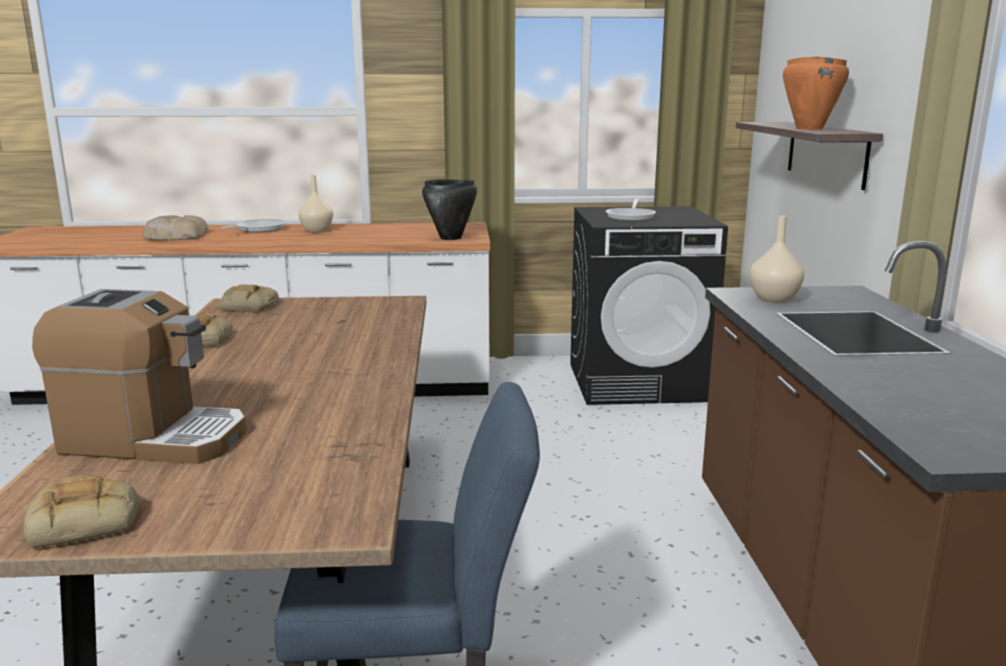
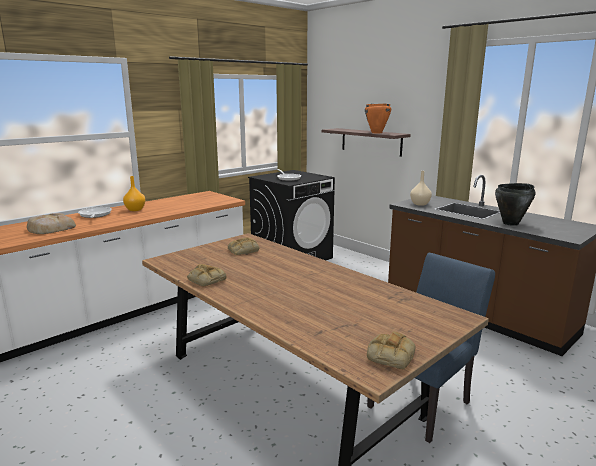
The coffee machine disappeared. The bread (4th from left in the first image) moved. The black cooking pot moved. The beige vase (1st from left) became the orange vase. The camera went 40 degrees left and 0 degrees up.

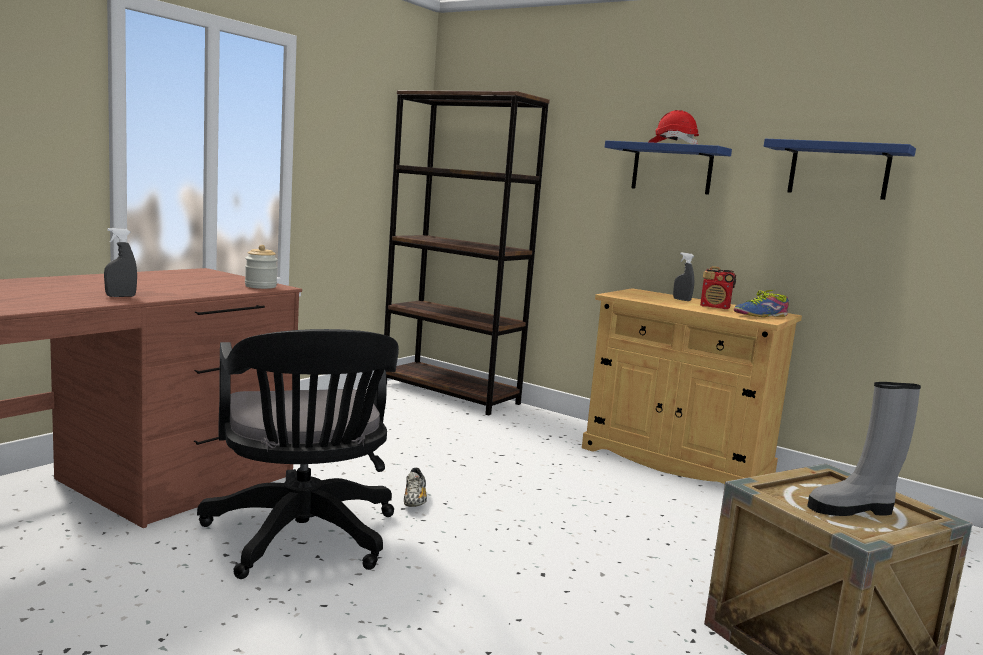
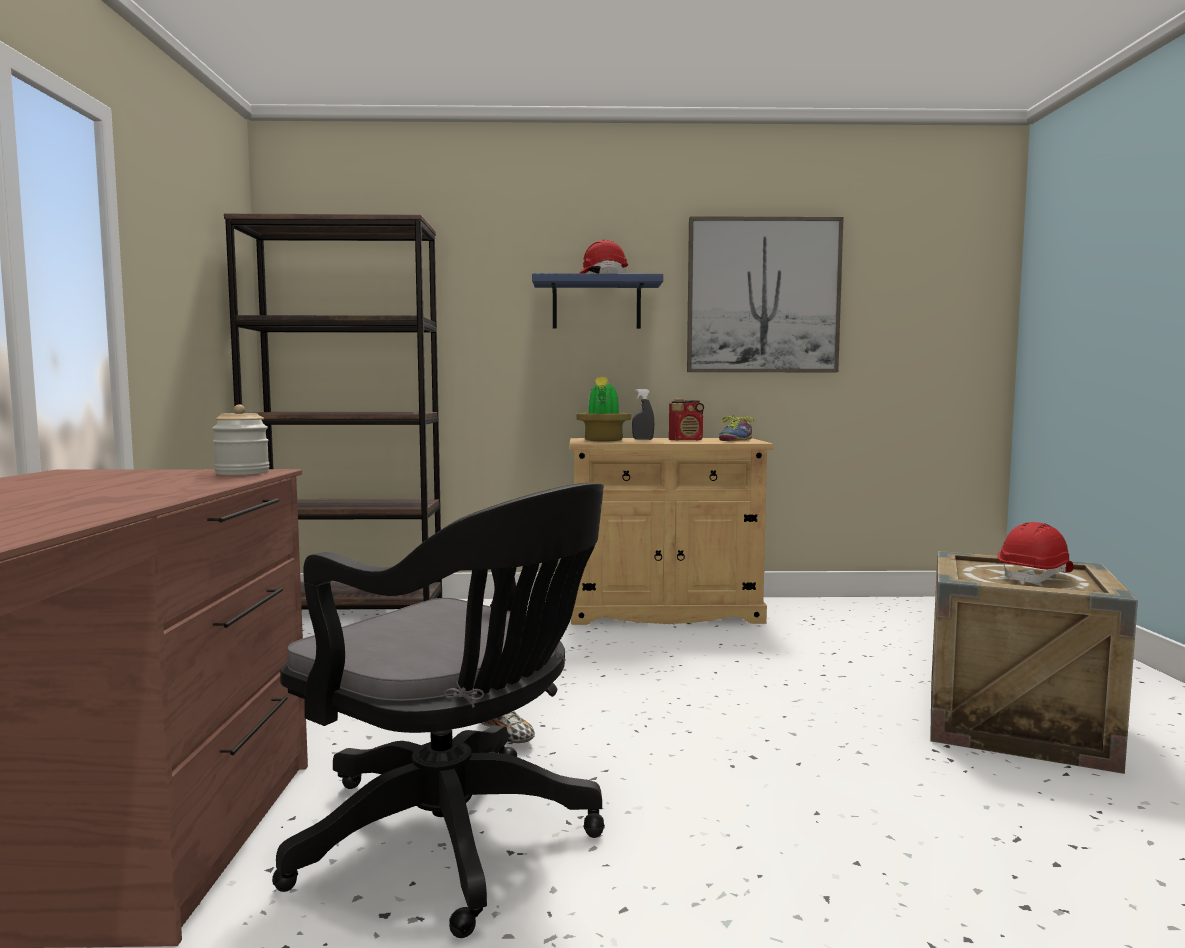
The grey spray bottle (1st from left) disappeared. The potted plant appeared. The blue shelf (2nd from left) was replaced by the picture. The grey boot was replaced by the red hard hat (2nd from left). The camera went 35 degrees left and 5 degrees down.

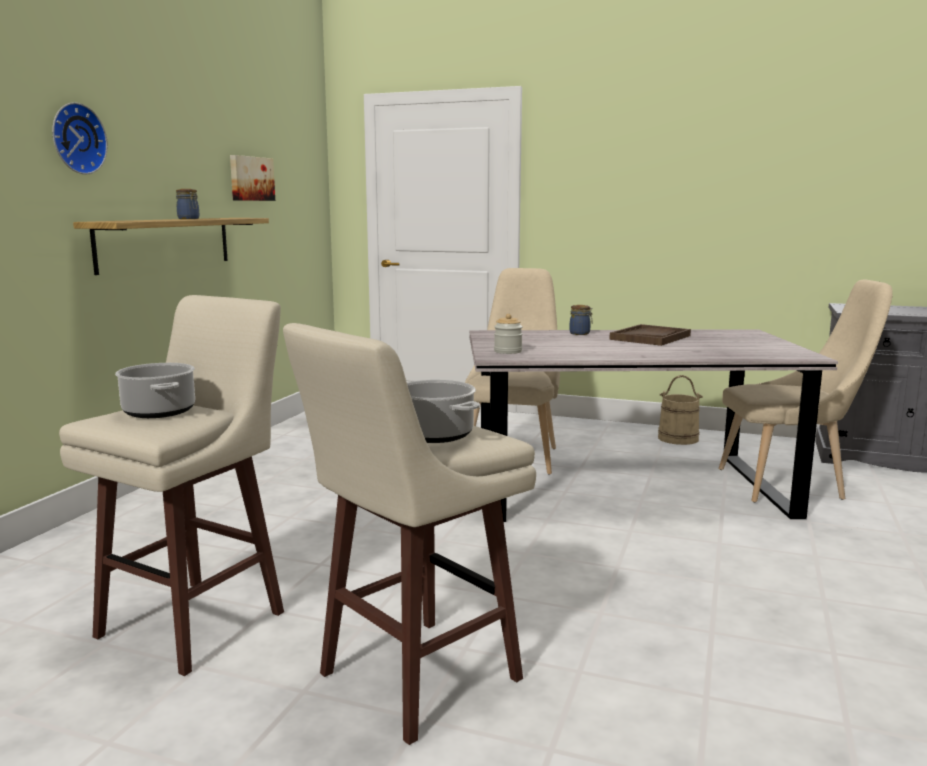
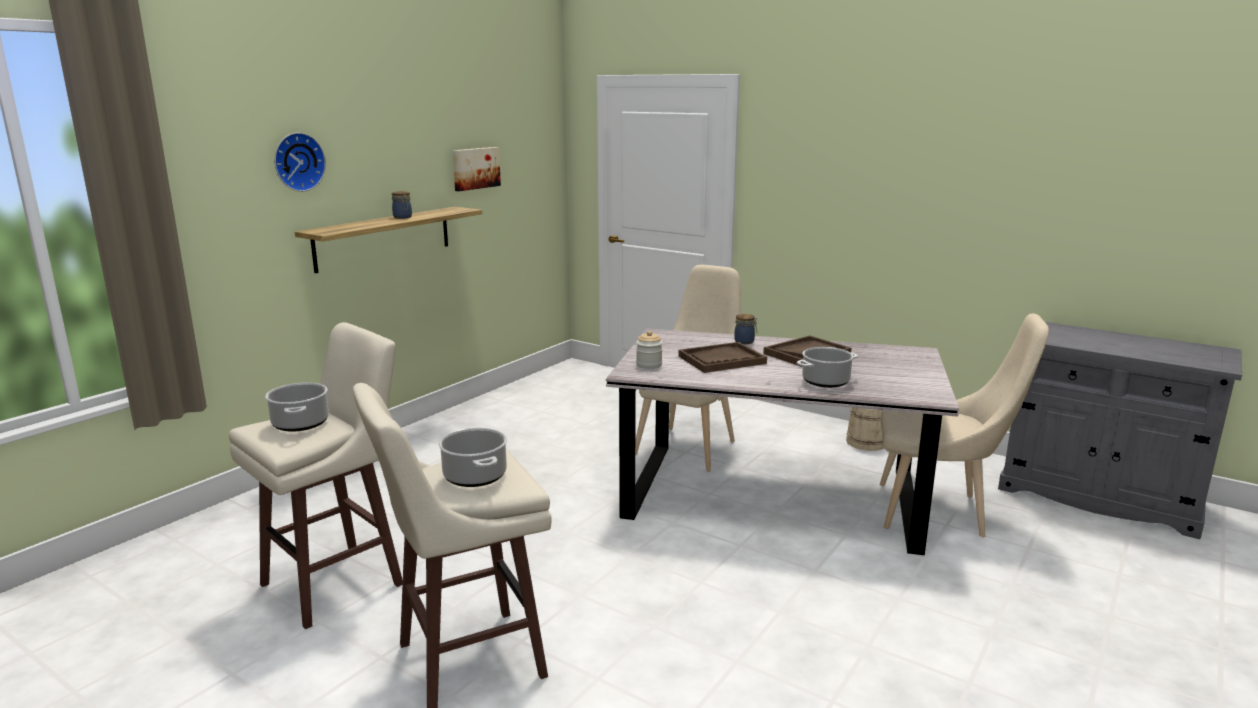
The brown tray (1st from left) appeared. The cooking pot (3rd from left) appeared. The camera went 15 degrees right and 5 degrees up.

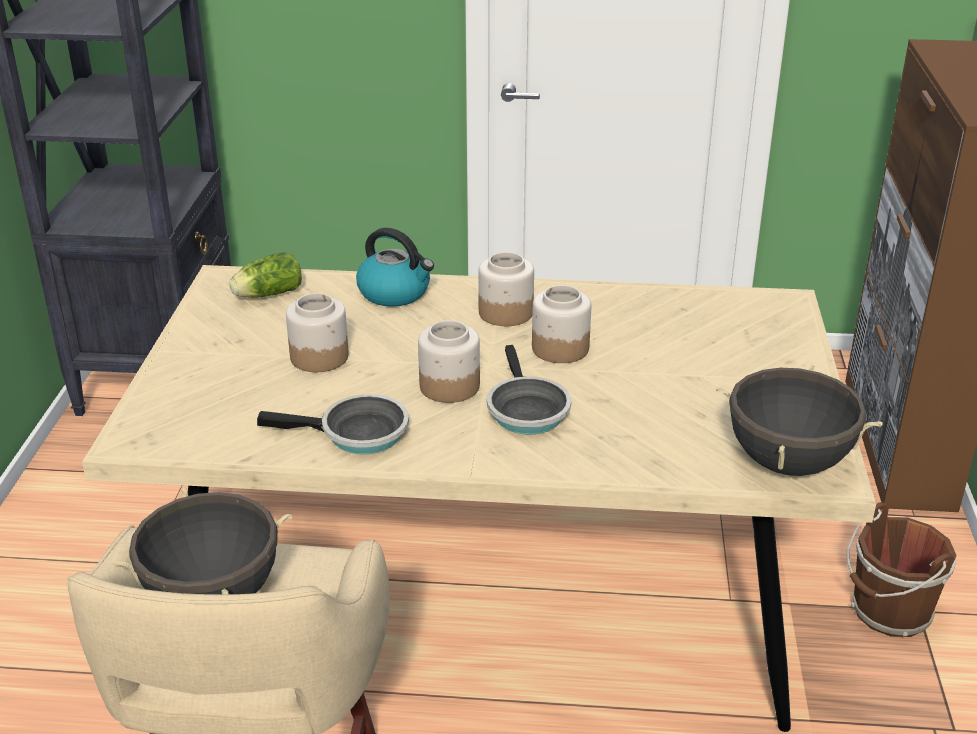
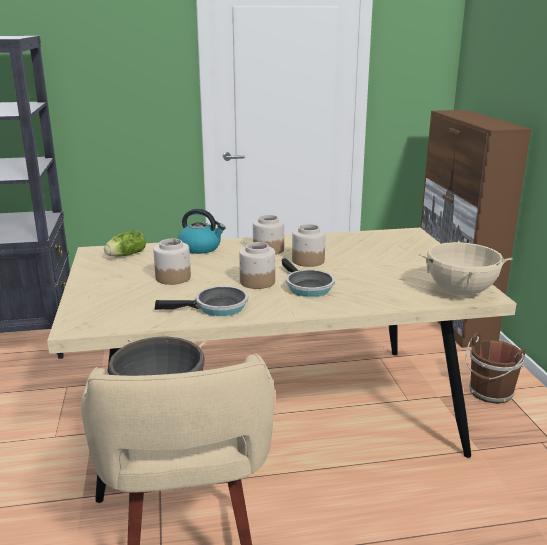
The black cooking pot (2nd from left) became the beige cooking pot. The camera went 15 degrees left and 10 degrees down.

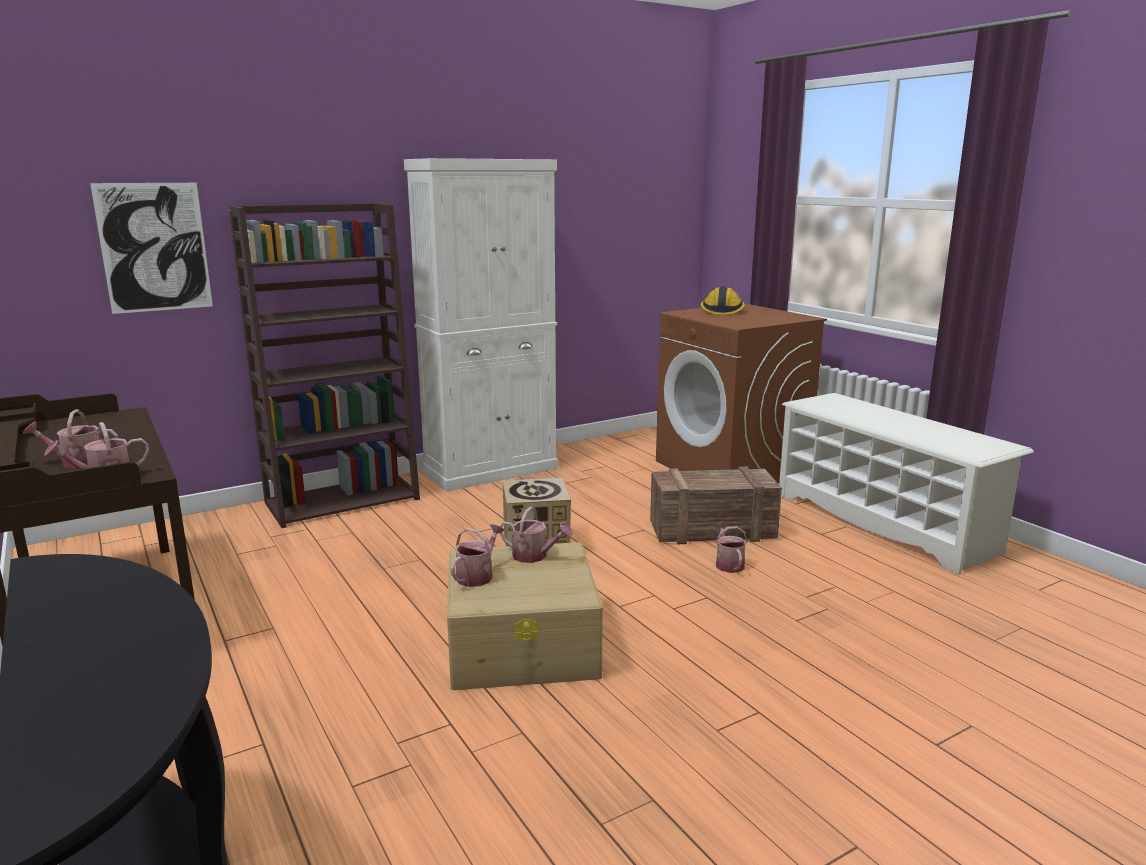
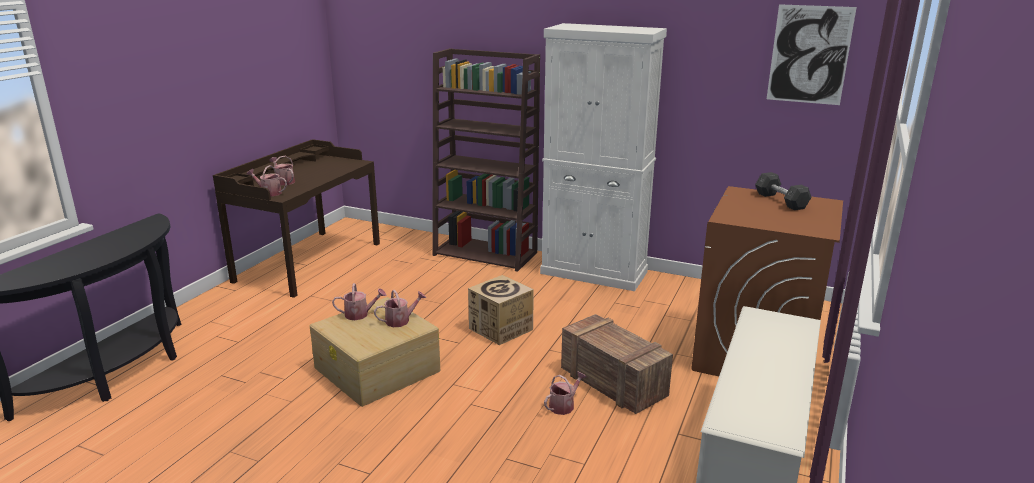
The picture moved. The hard hat was replaced by the grey dumbbell. The watering can (4th from left) turned 105 degrees counterclockwise. The camera went 55 degrees right and 5 degrees up.

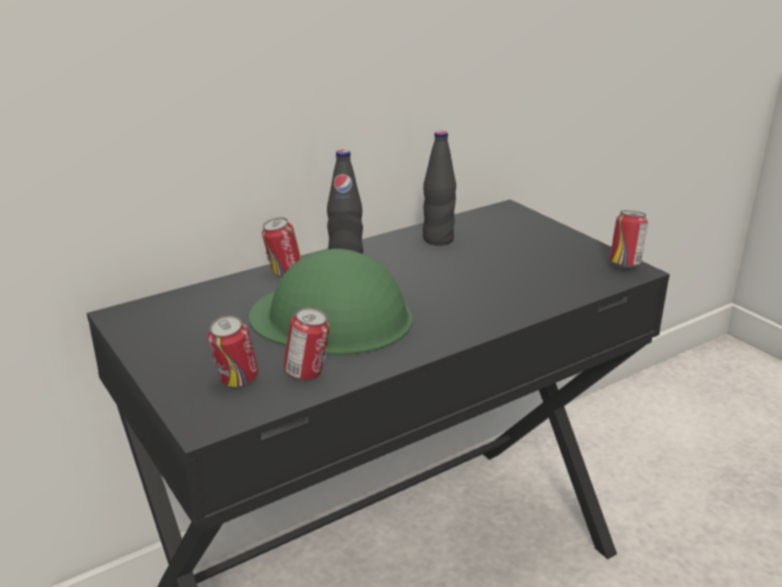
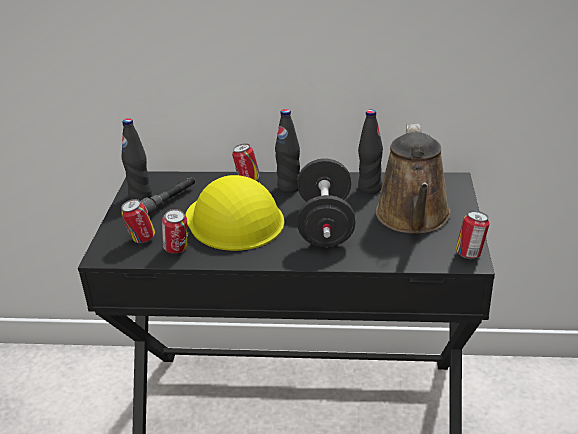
The black bottle (1st from left) appeared. The grey flashlight appeared. The black dumbbell appeared. The brown watering can appeared. The green hard hat became the yellow hard hat. The camera went 40 degrees right and 5 degrees up.

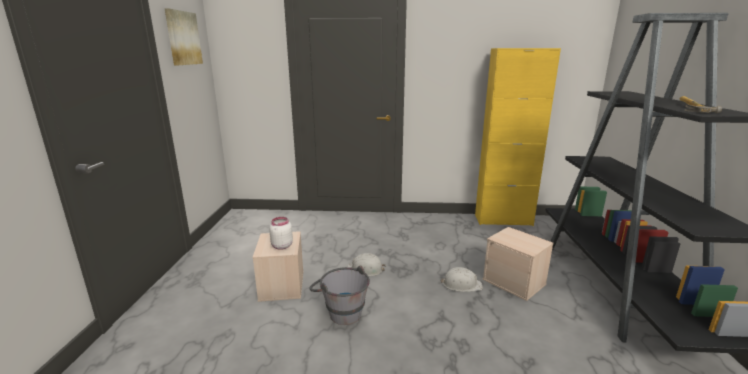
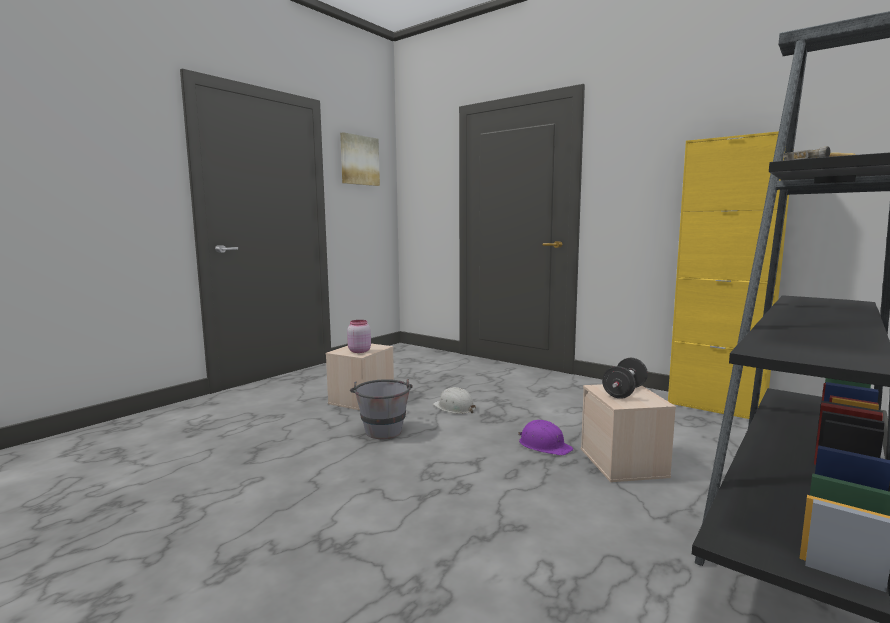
The black dumbbell appeared. The white jar became the pink jar. The white hard hat (2nd from left) became the purple hard hat. The camera went 35 degrees right and 10 degrees down.

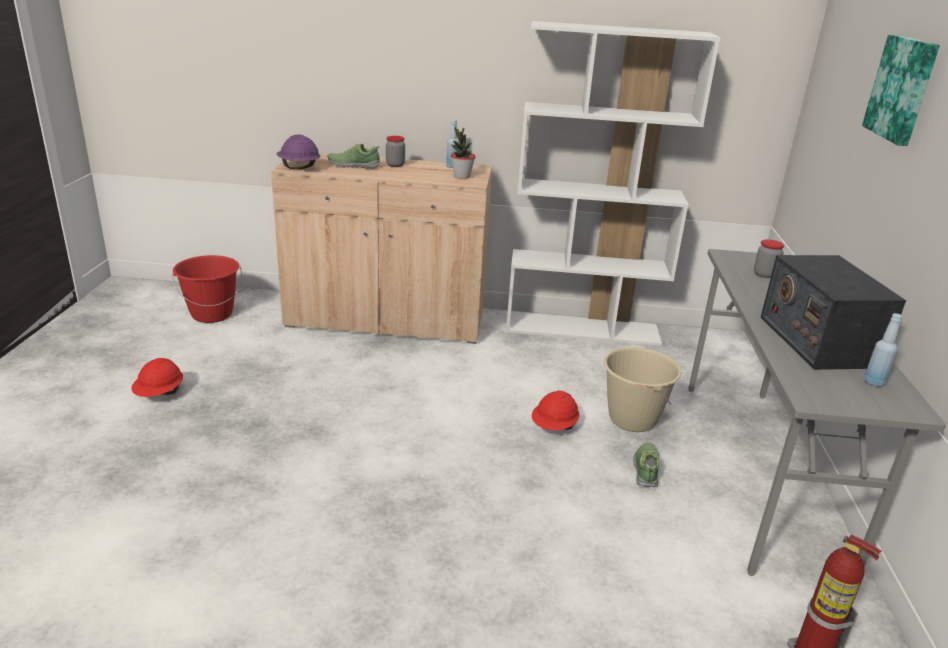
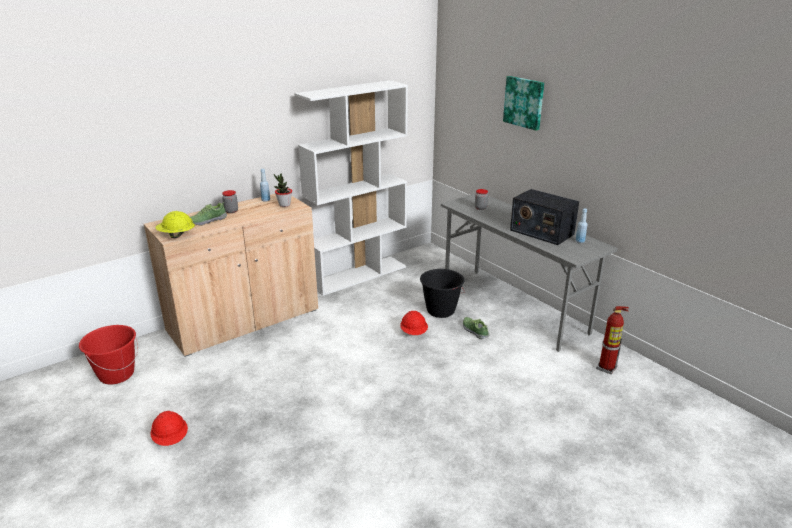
The purple hard hat became the yellow hard hat. The beige bucket became the black bucket. The camera went 40 degrees left and 0 degrees up.

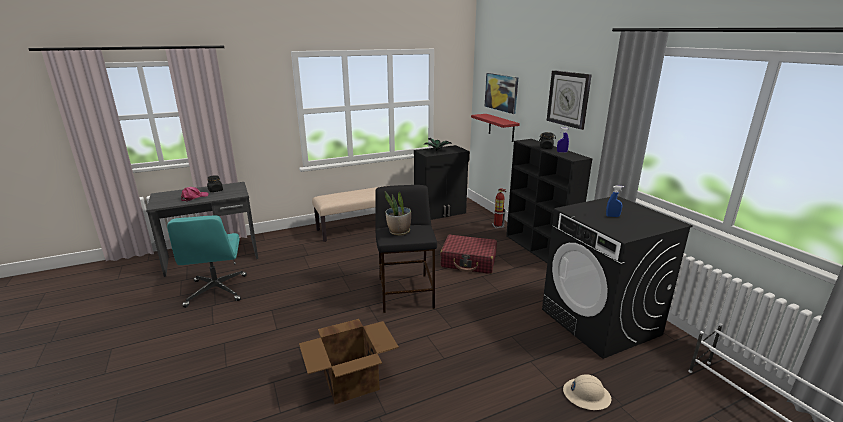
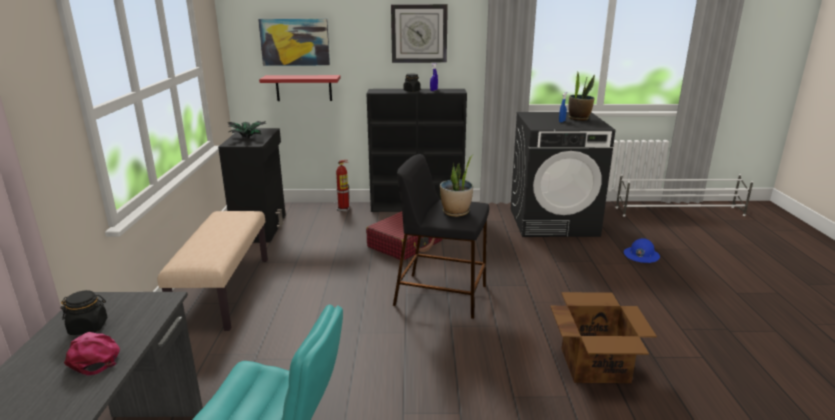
The potted plant (3rd from left) appeared. The beige hard hat became the blue hard hat. The camera went 65 degrees left and 0 degrees up.

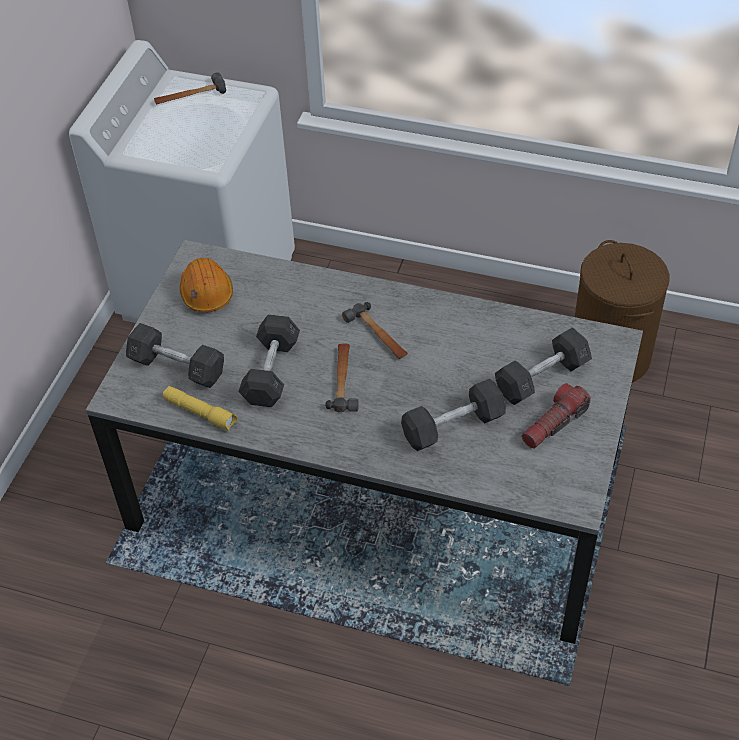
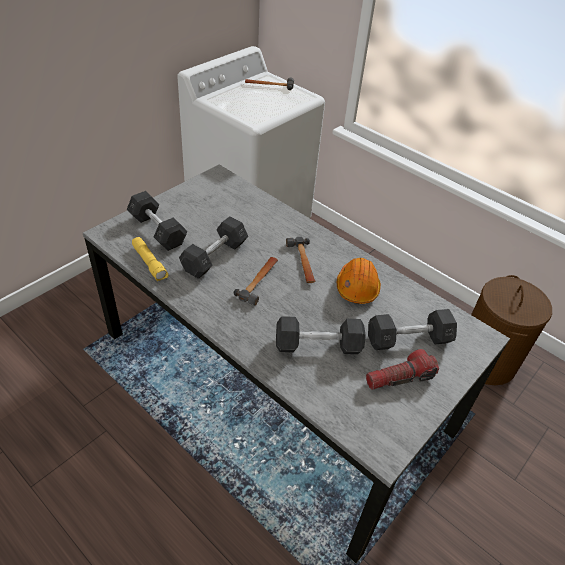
The orange hard hat moved. The camera went 20 degrees right and 5 degrees down.

